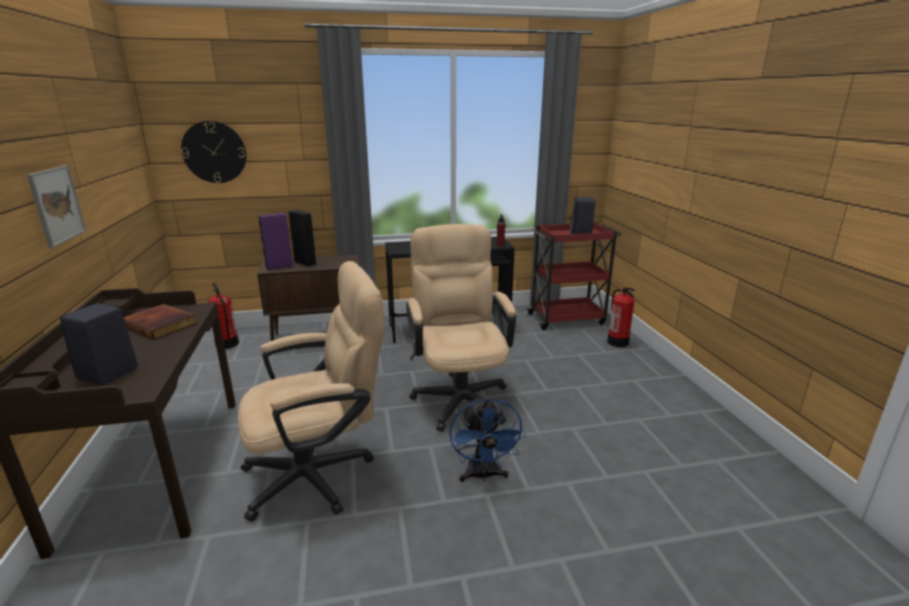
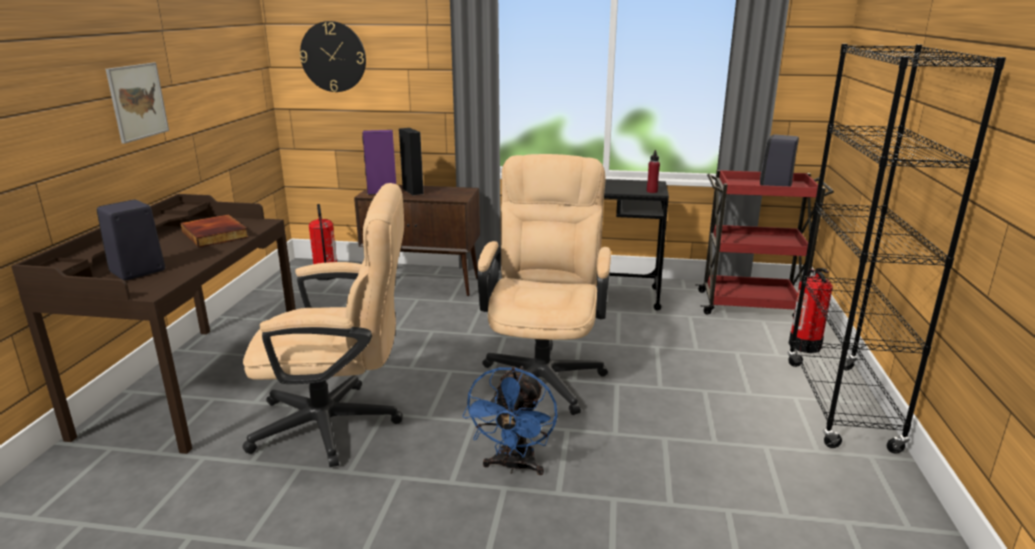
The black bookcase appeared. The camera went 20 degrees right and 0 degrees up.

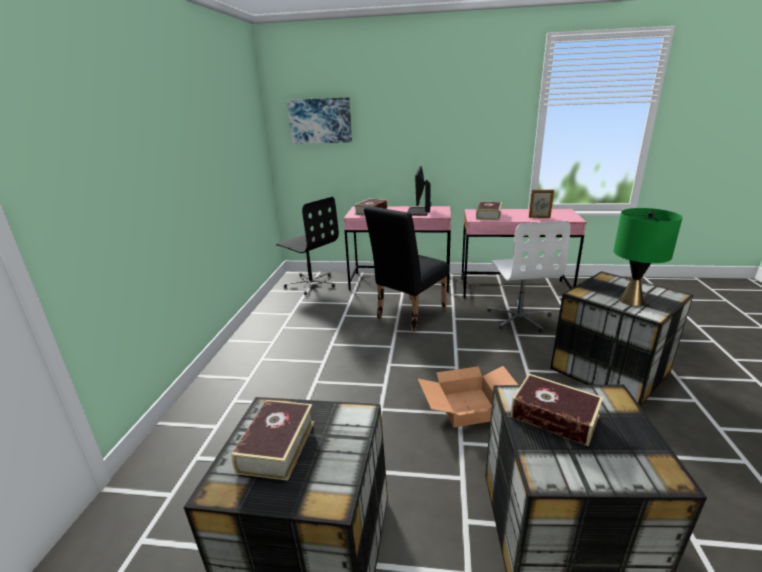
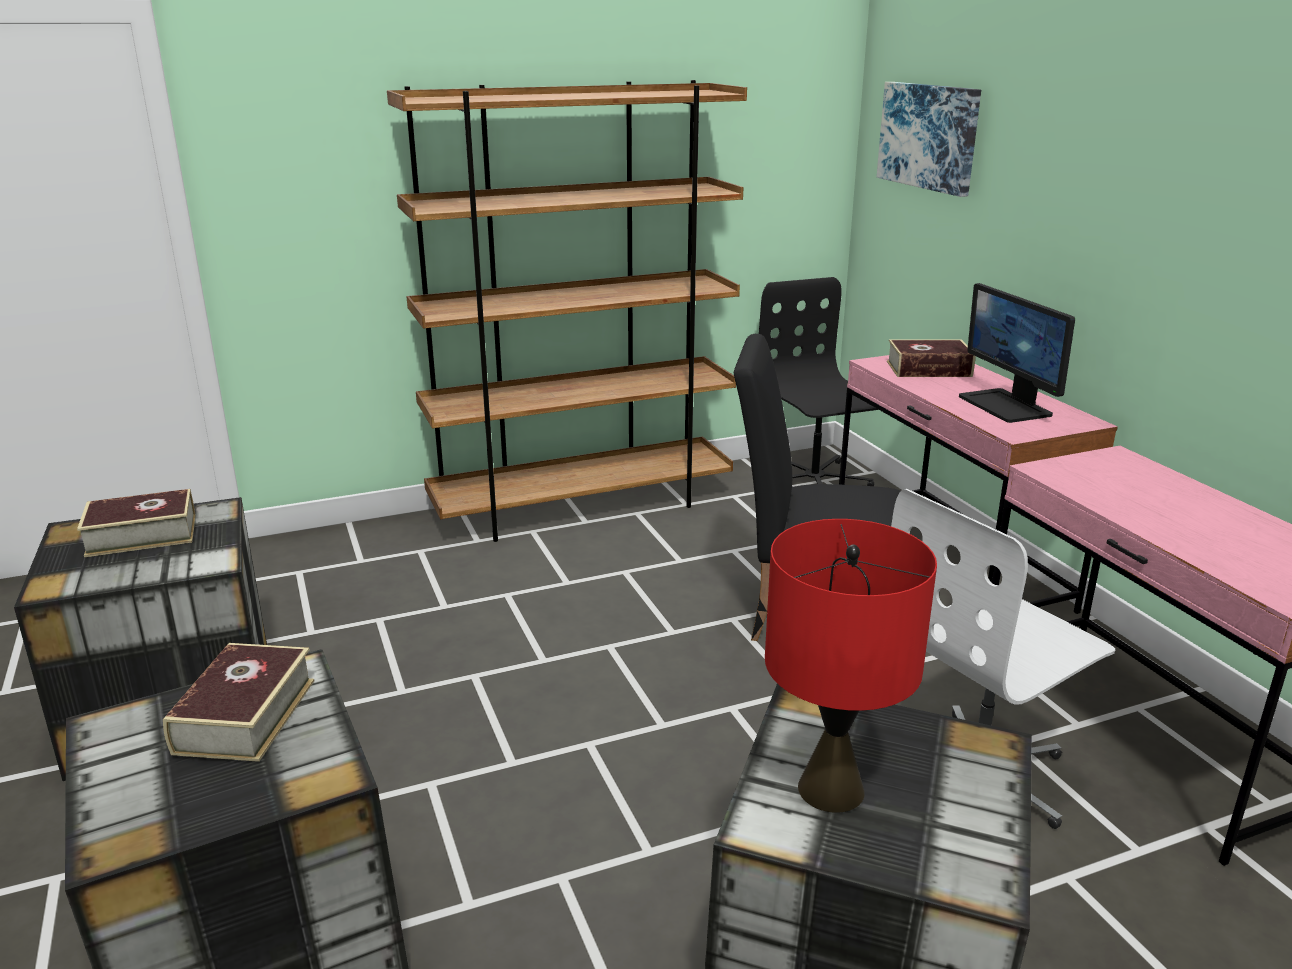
The cardboard box disappeared. The book (3rd from left) disappeared. The picture frame disappeared. The brown bookcase appeared. The green table lamp became the red table lamp. The black office chair turned 150 degrees clockwise. The monitor turned 90 degrees counterclockwise. The camera went 60 degrees right and 0 degrees up.

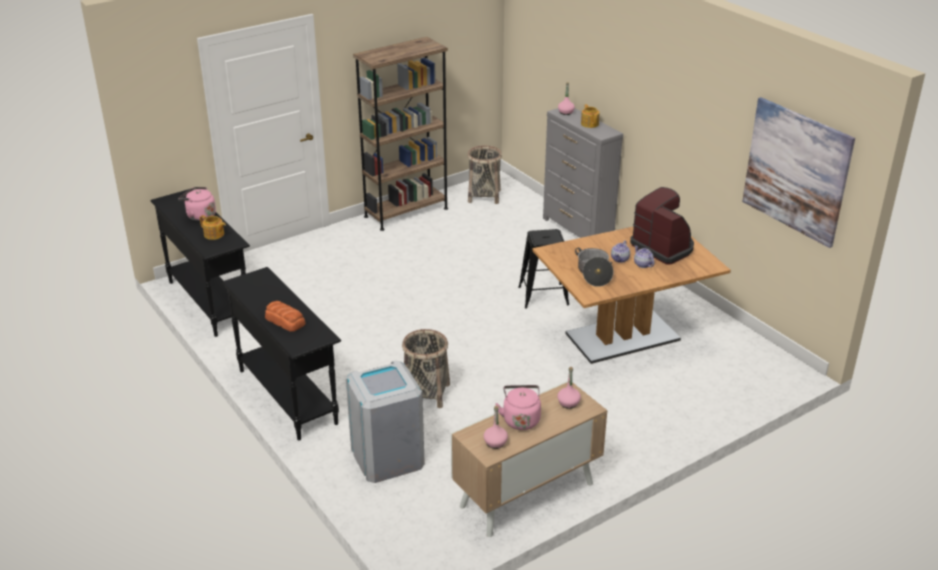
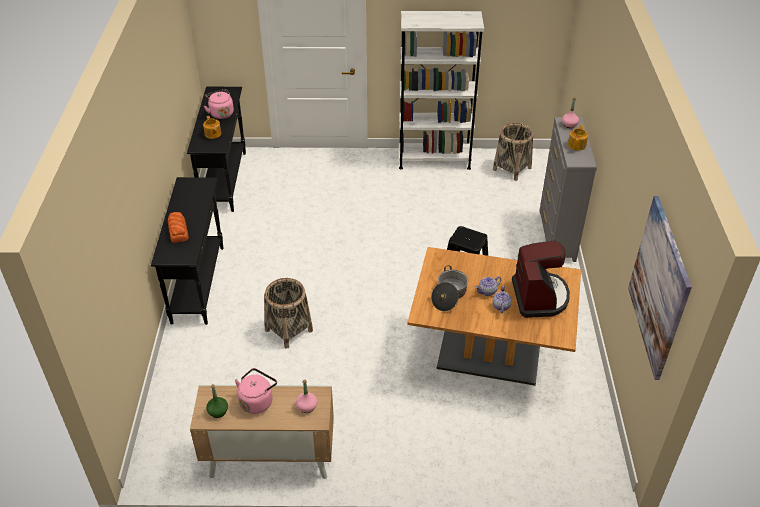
The grey trash can disappeared. The brown bookcase became the white bookcase. The pink bottle (1st from left) became the green bottle. The camera went 35 degrees right and 10 degrees up.

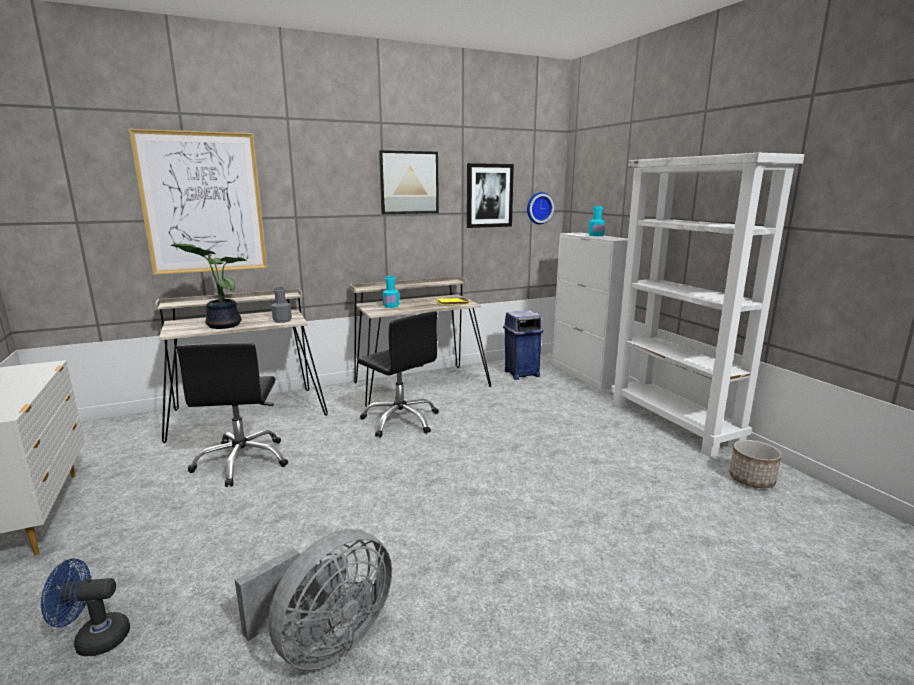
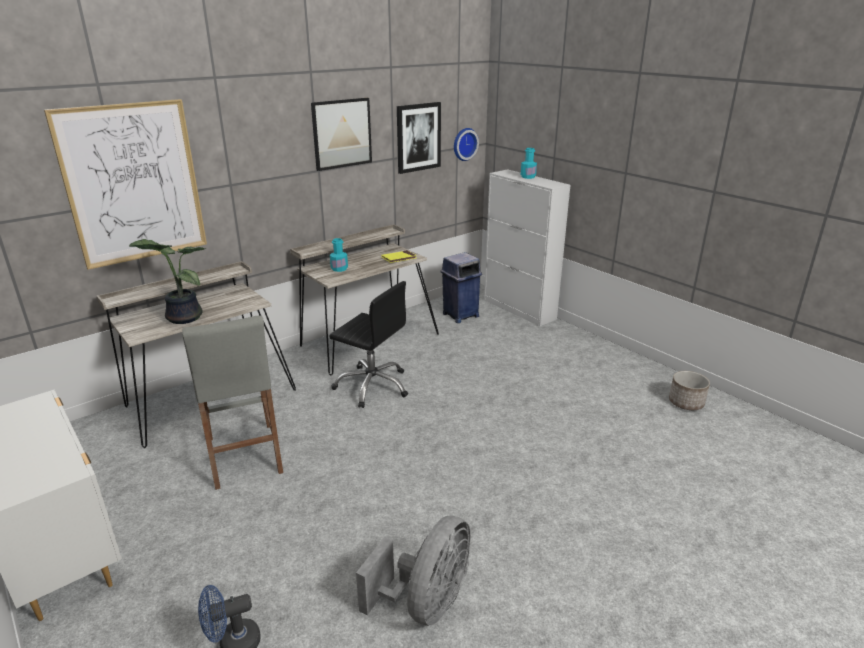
The grey bottle disappeared. The white bookcase disappeared. The black office chair (1st from left) was replaced by the grey stool. The camera went 15 degrees left and 10 degrees up.

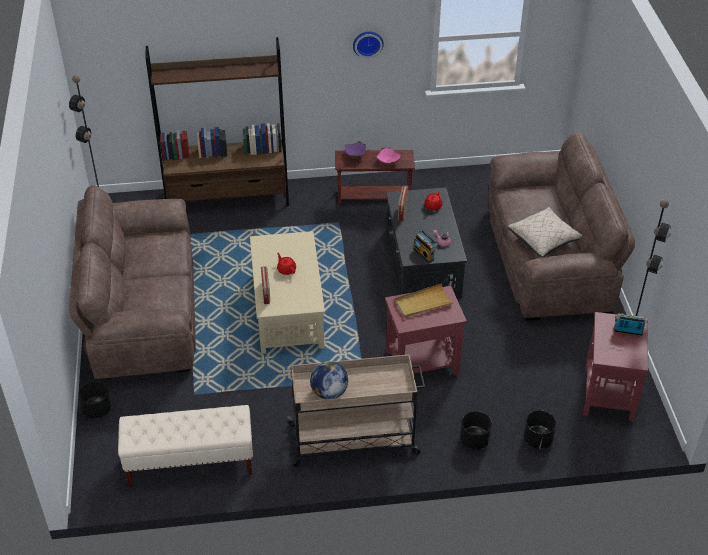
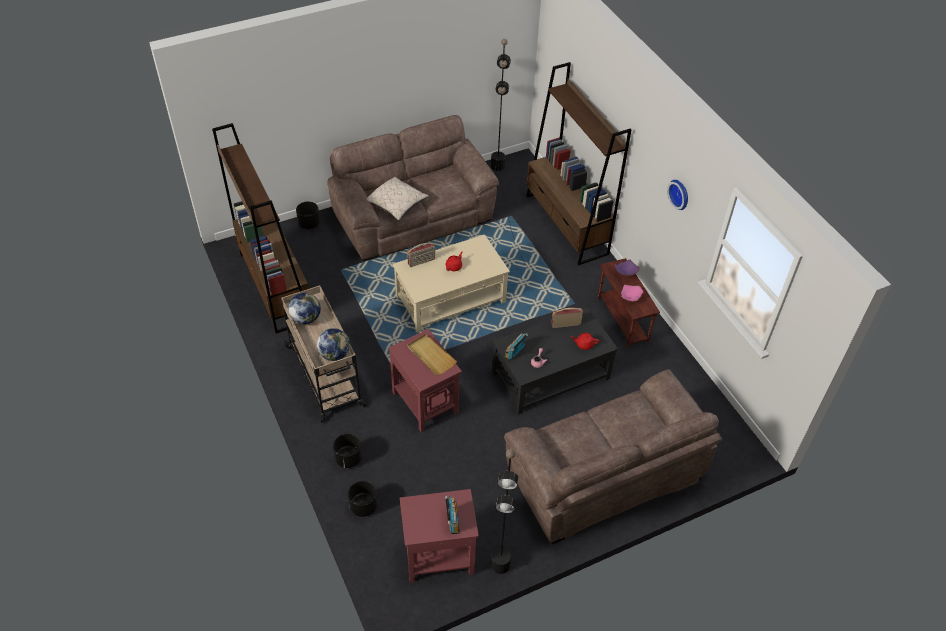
The globe (2nd from left) appeared. The beige pillow moved. The beige bench was replaced by the brown bookcase (1st from left). The camera went 70 degrees right and 5 degrees up.

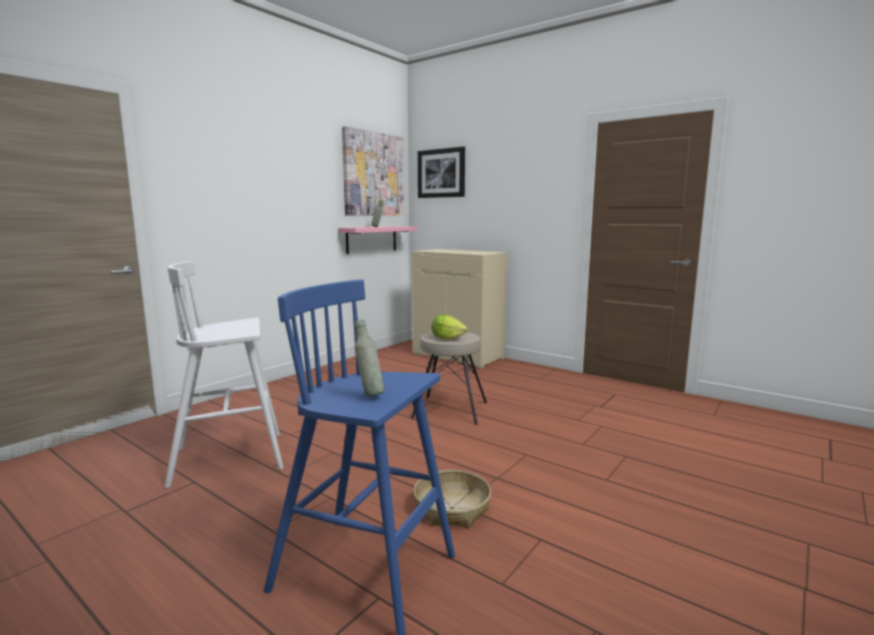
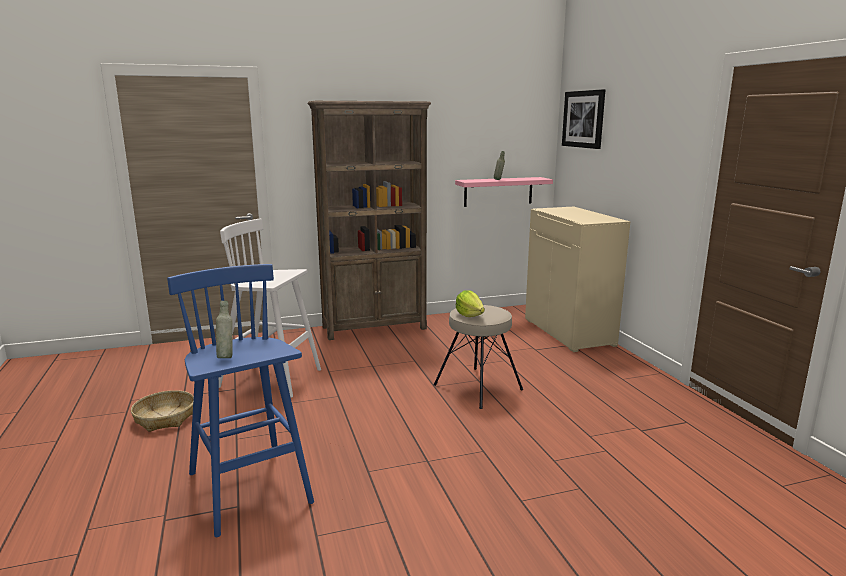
The picture (1st from left) disappeared. The brown bookcase appeared. The basket moved. The camera went 35 degrees right and 5 degrees up.

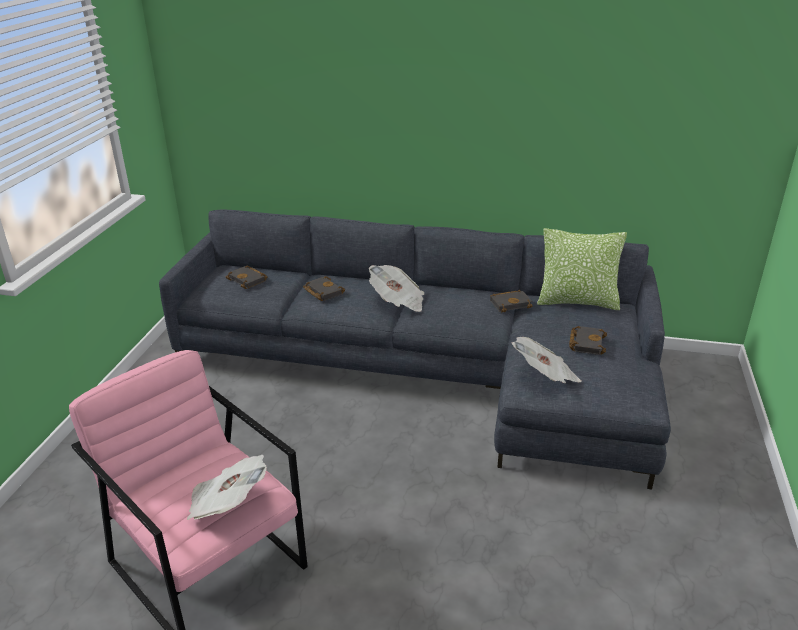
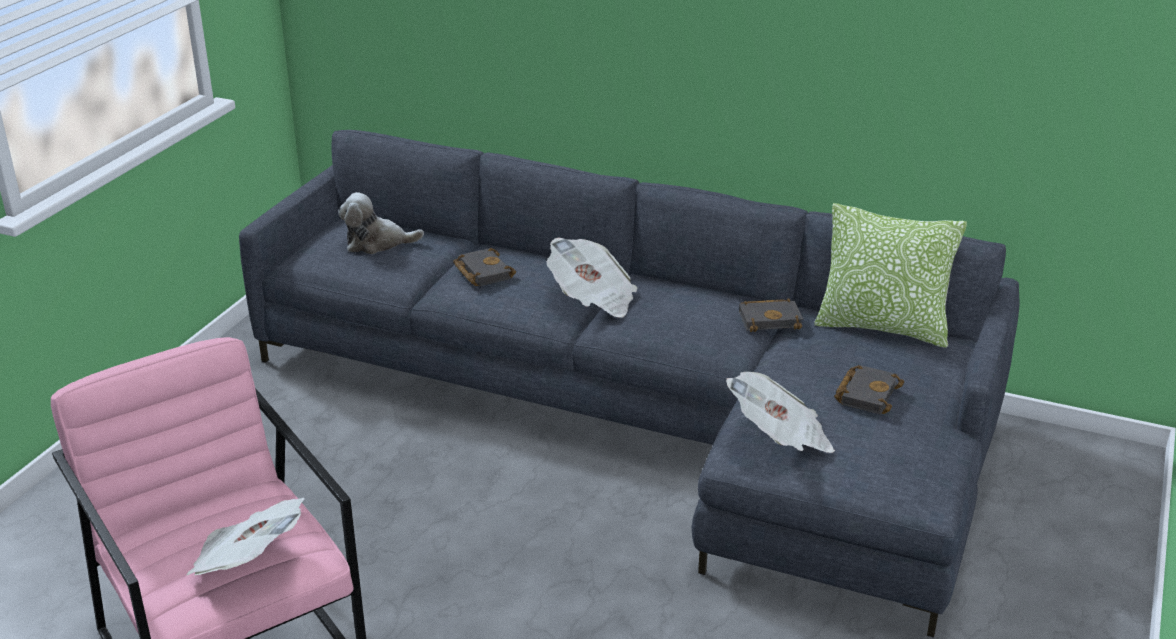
The black book (1st from left) was replaced by the plush toy. The camera went 10 degrees right and 0 degrees up.

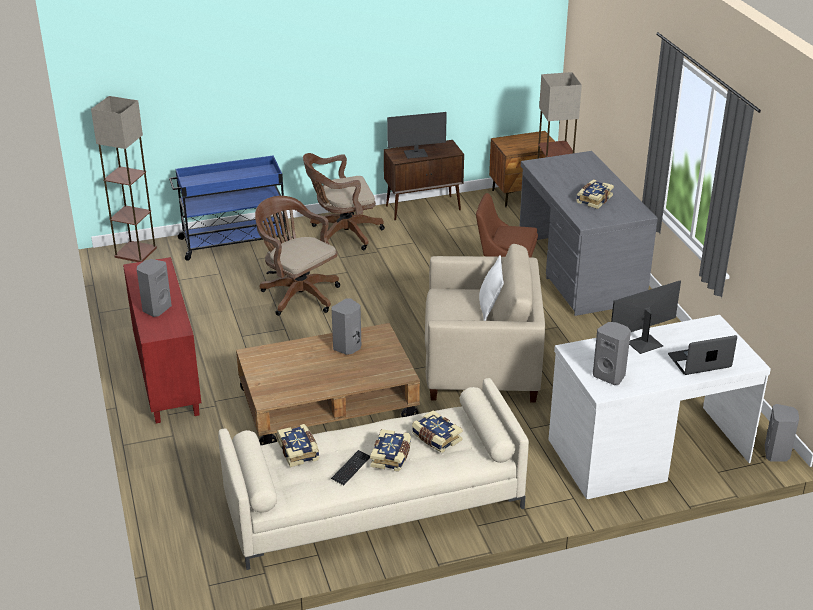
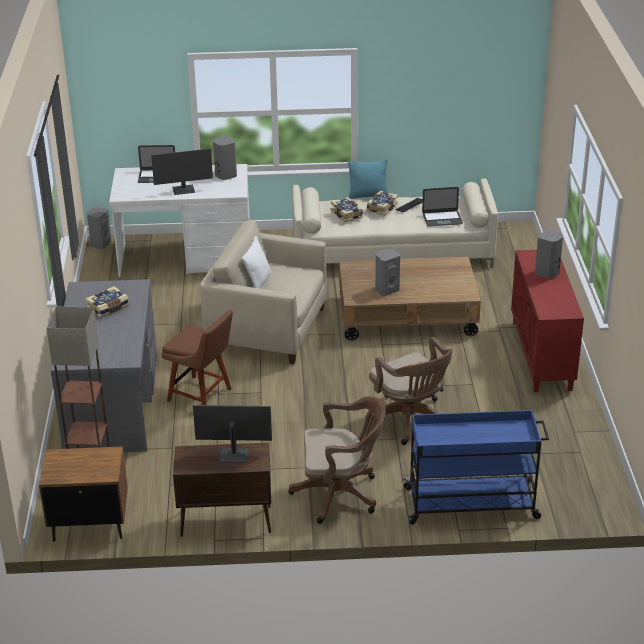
The floor lamp (1st from left) disappeared. The turquoise pillow appeared. The book (1st from left) was replaced by the laptop (2nd from left). The camera went 165 degrees left and 0 degrees up.

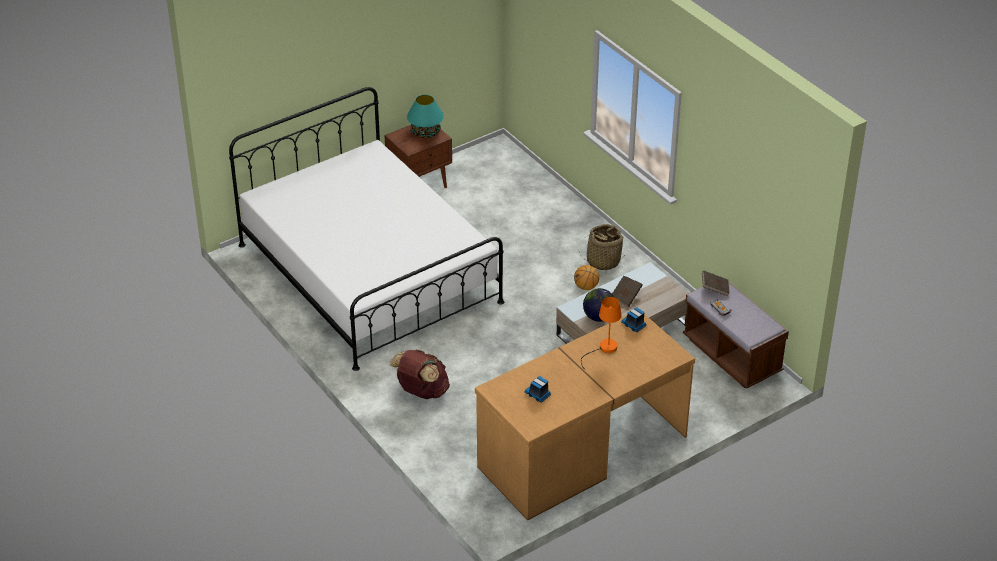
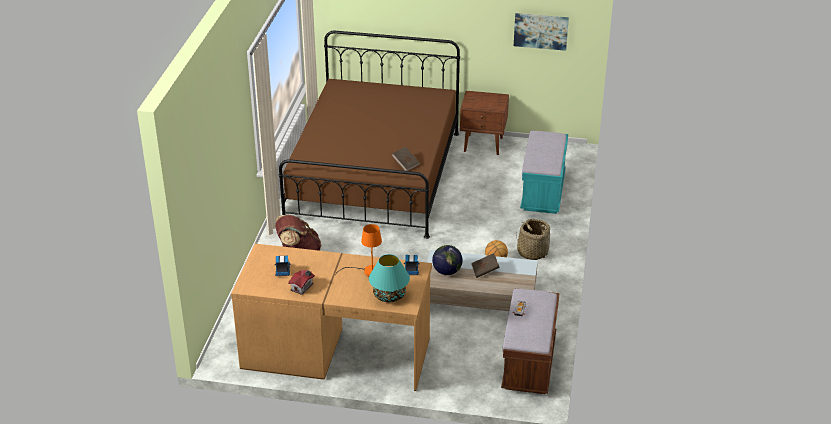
The toy house appeared. The picture appeared. The turquoise bench appeared. The turquoise table lamp moved. The brown book (2nd from left in the first image) moved. The white bed became the brown bed. The camera went 45 degrees right and 5 degrees down.

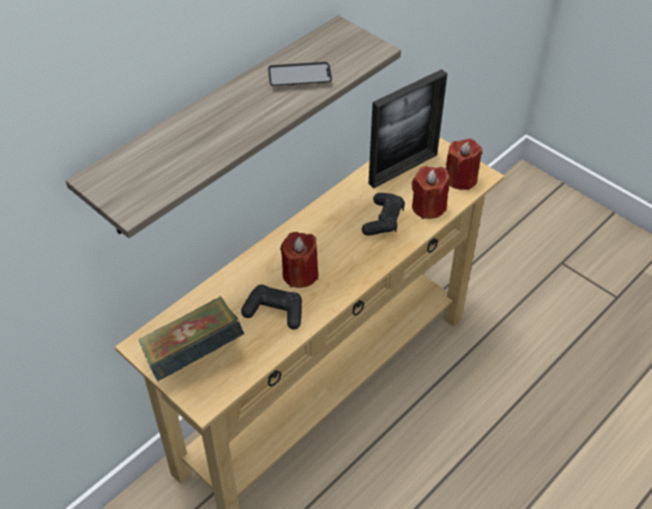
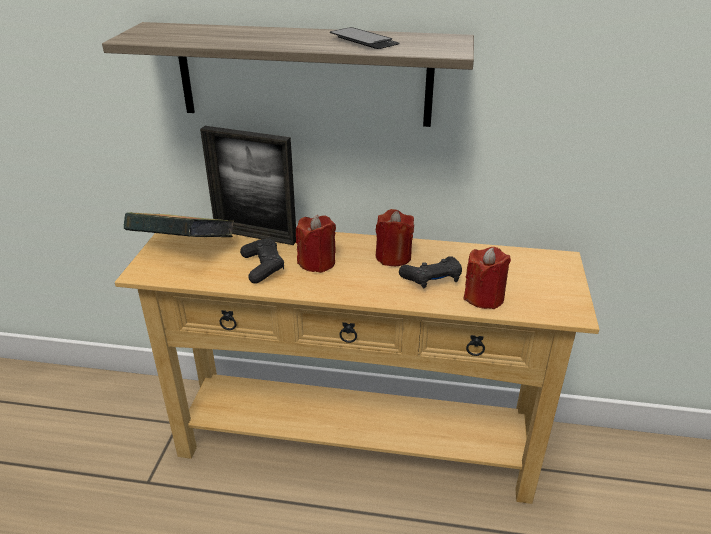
The picture frame moved. The red candle (3rd from left in the first image) moved. The camera went 55 degrees right and 15 degrees down.

